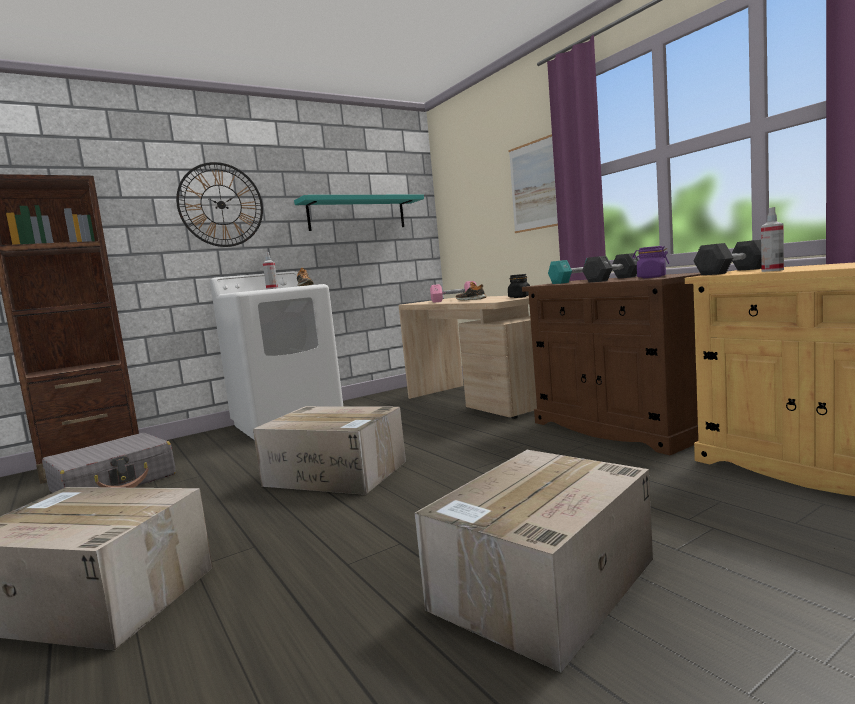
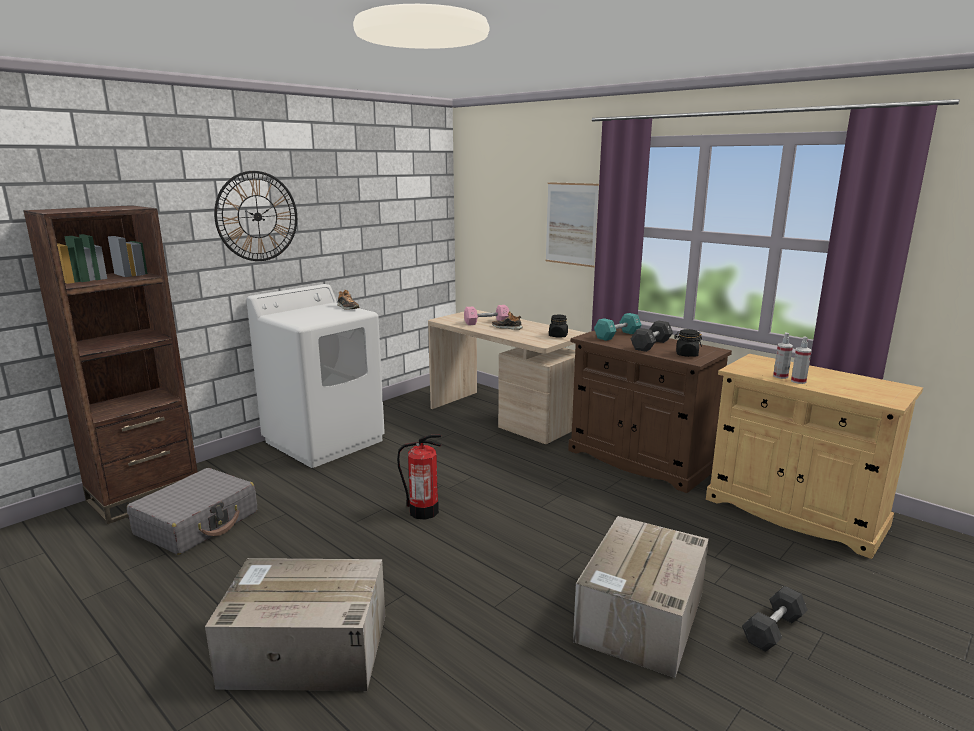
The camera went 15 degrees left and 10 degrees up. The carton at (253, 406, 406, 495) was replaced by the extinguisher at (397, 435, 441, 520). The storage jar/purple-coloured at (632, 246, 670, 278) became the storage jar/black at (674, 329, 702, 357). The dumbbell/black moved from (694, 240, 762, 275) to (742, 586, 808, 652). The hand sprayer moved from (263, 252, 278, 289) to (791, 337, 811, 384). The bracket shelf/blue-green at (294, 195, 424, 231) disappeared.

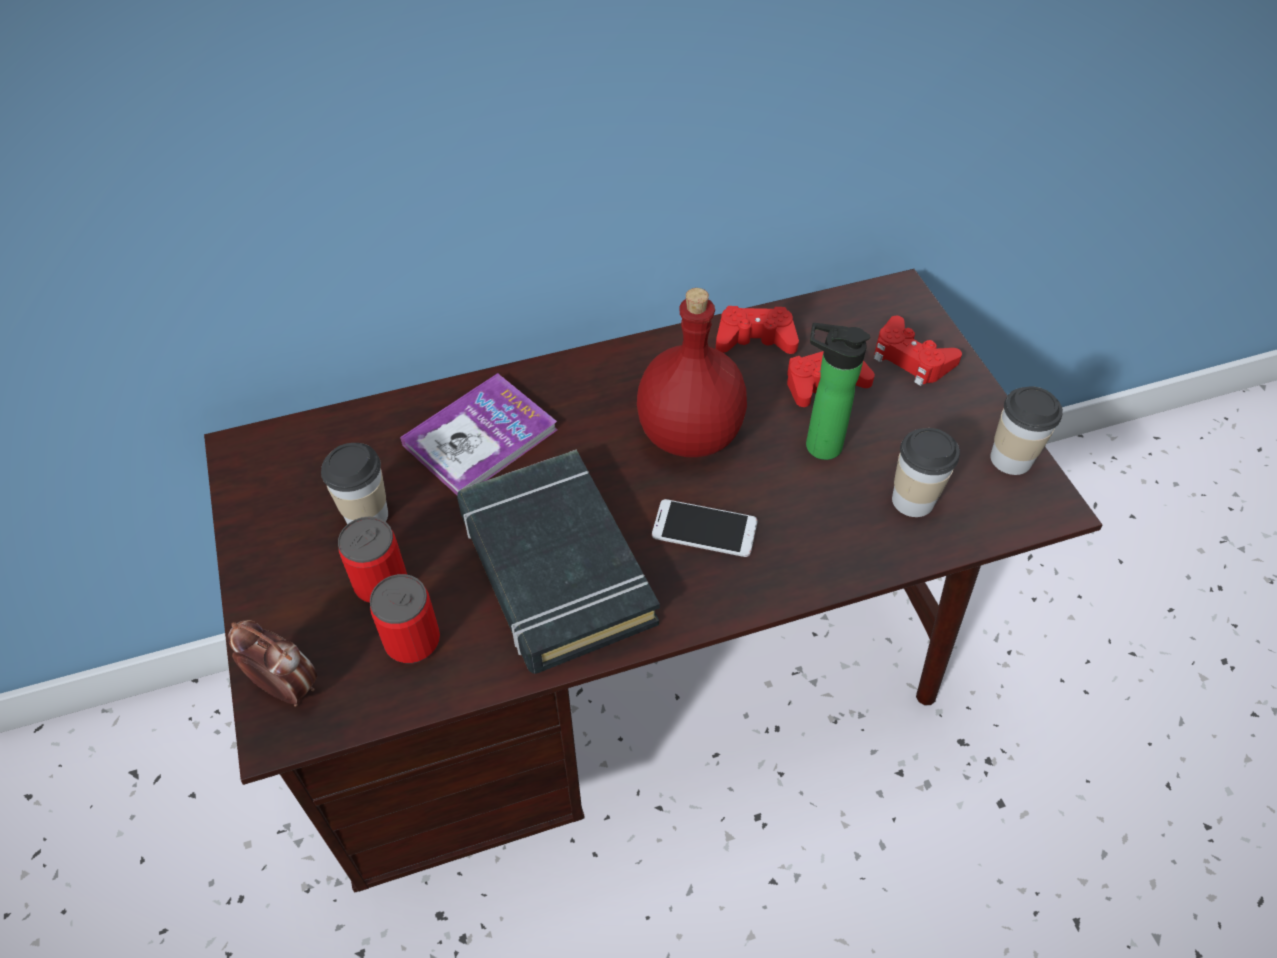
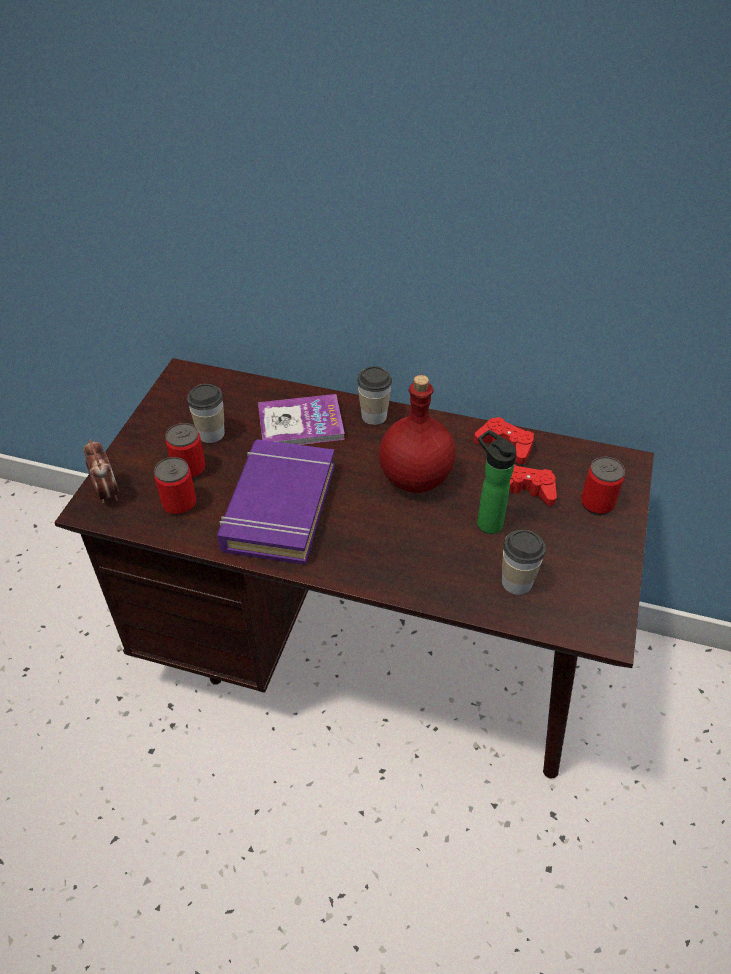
The camera went 35 degrees right and 5 degrees down. The book/black at (457, 450, 660, 674) became the book/purple-coloured at (217, 439, 335, 565). The cup moved from (990, 386, 1063, 475) to (357, 366, 392, 425). The joypad/red-coloured at (874, 316, 962, 386) was replaced by the sealed can at (581, 457, 625, 515). The phone at (652, 499, 758, 557) disappeared.

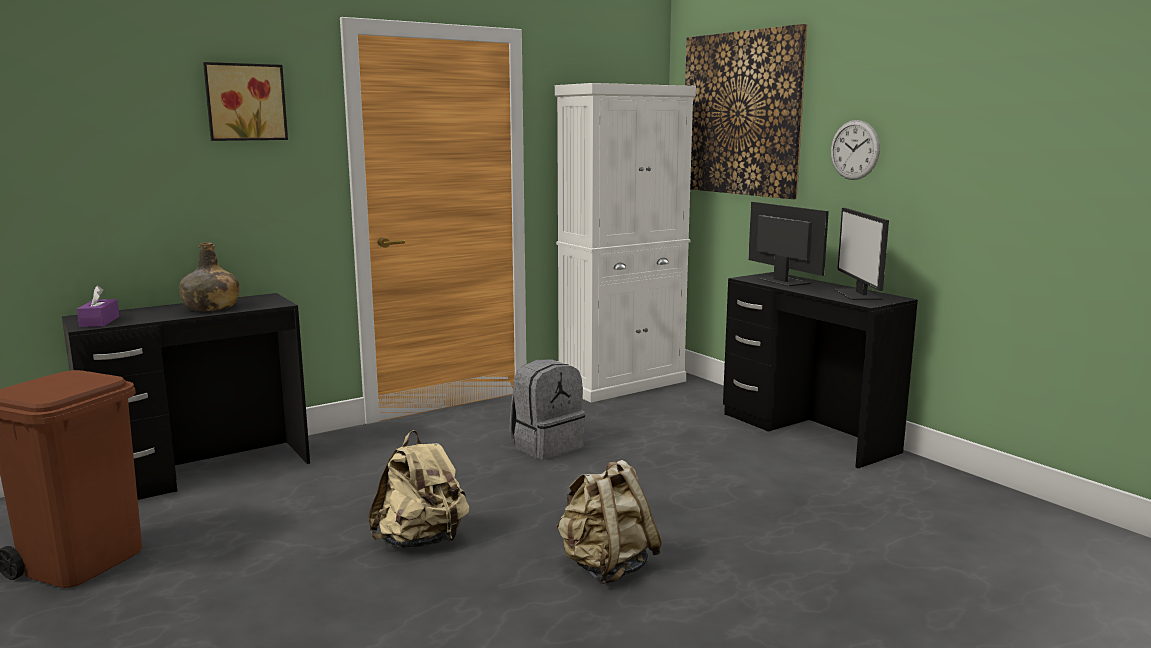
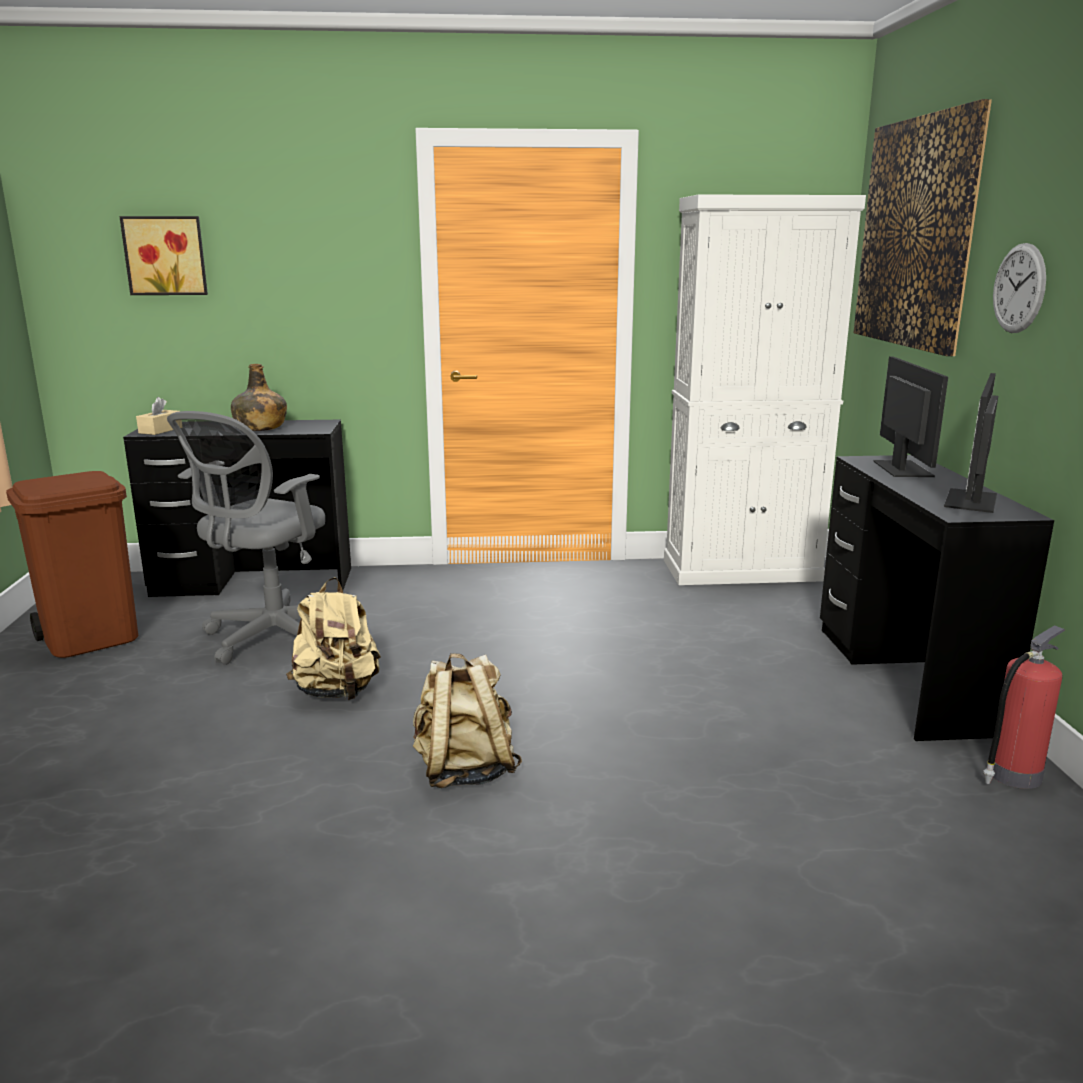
The camera went 30 degrees right and 5 degrees up. The wall art moved from (203, 62, 288, 141) to (119, 216, 208, 295). The box of tissues/purple-coloured at (77, 286, 120, 327) became the box of tissues/sand-coloured at (136, 397, 180, 435). The desk chair/gray at (167, 411, 325, 665) appeared. The extinguisher at (983, 625, 1065, 789) appeared. The rucksack/gray at (510, 359, 585, 459) disappeared.

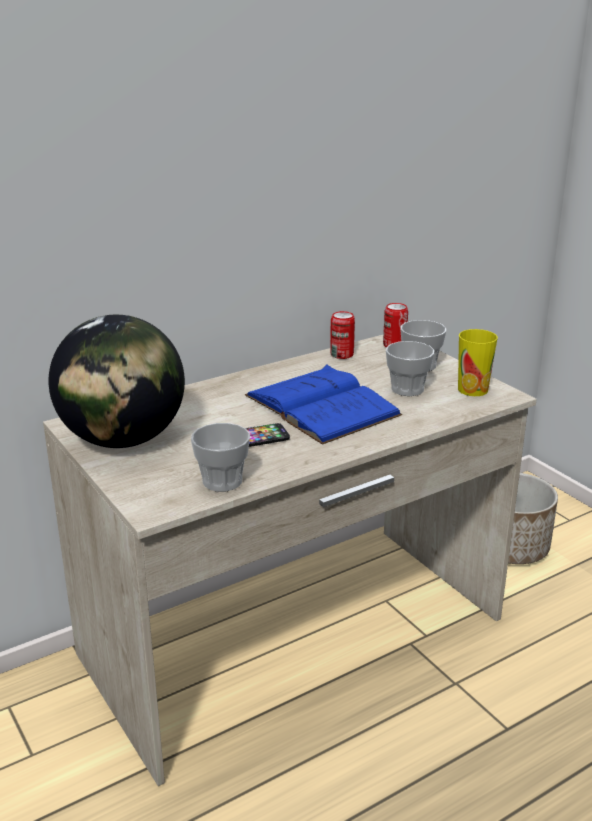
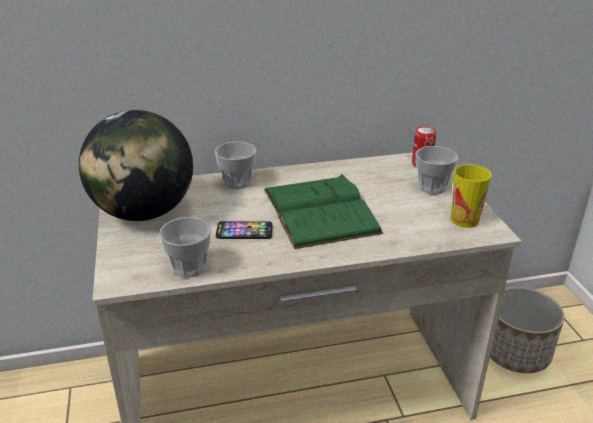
The camera went 20 degrees right and 5 degrees up. The cup moved from (386, 341, 434, 396) to (215, 142, 256, 189). The book/blue at (245, 364, 402, 445) became the book/green-coloured at (264, 174, 383, 249). The sealed can at (330, 311, 355, 359) disappeared.

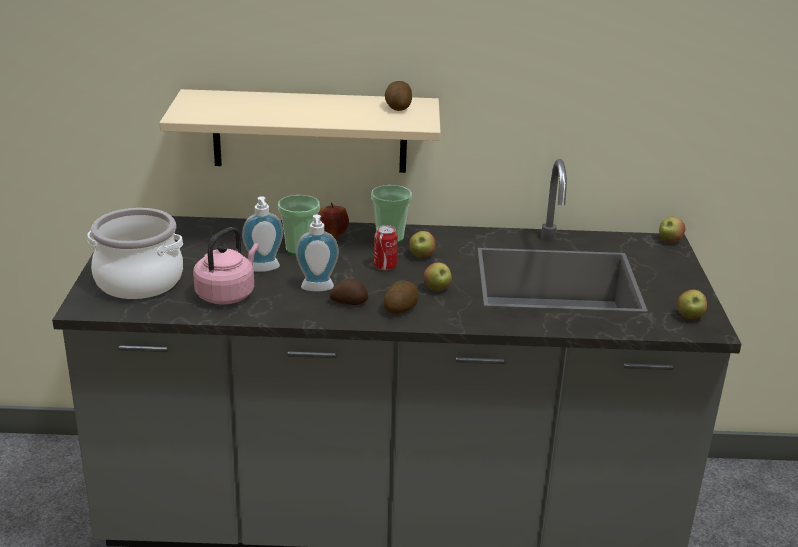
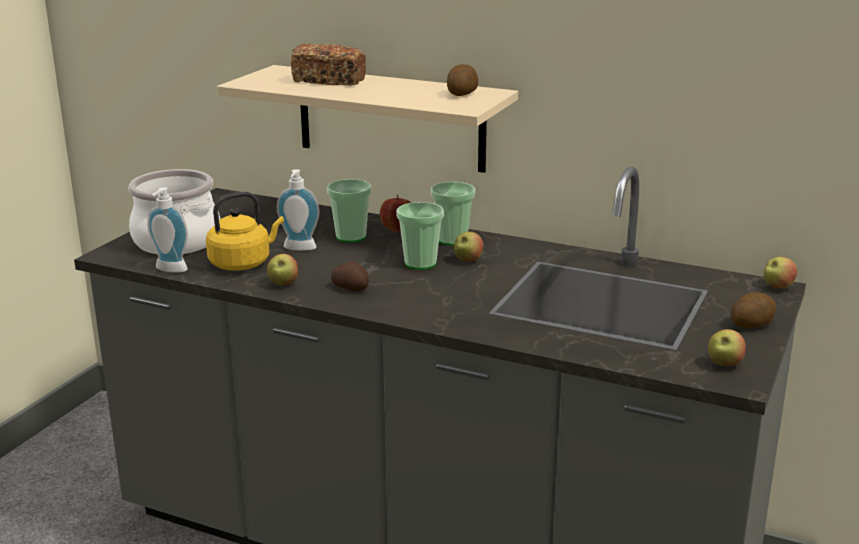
The camera went 25 degrees right and 5 degrees down. The soap bottle moved from (296, 214, 339, 292) to (147, 187, 188, 272). The tea kettle/pink-coloured at (193, 227, 259, 305) became the tea kettle/yellowish at (206, 192, 284, 271). The apple moved from (424, 262, 452, 292) to (267, 254, 298, 286). The baked bread at (291, 44, 366, 86) appeared. The sealed can at (374, 225, 398, 271) was replaced by the cup at (396, 202, 444, 270). The spud moved from (384, 281, 418, 314) to (731, 292, 776, 328).

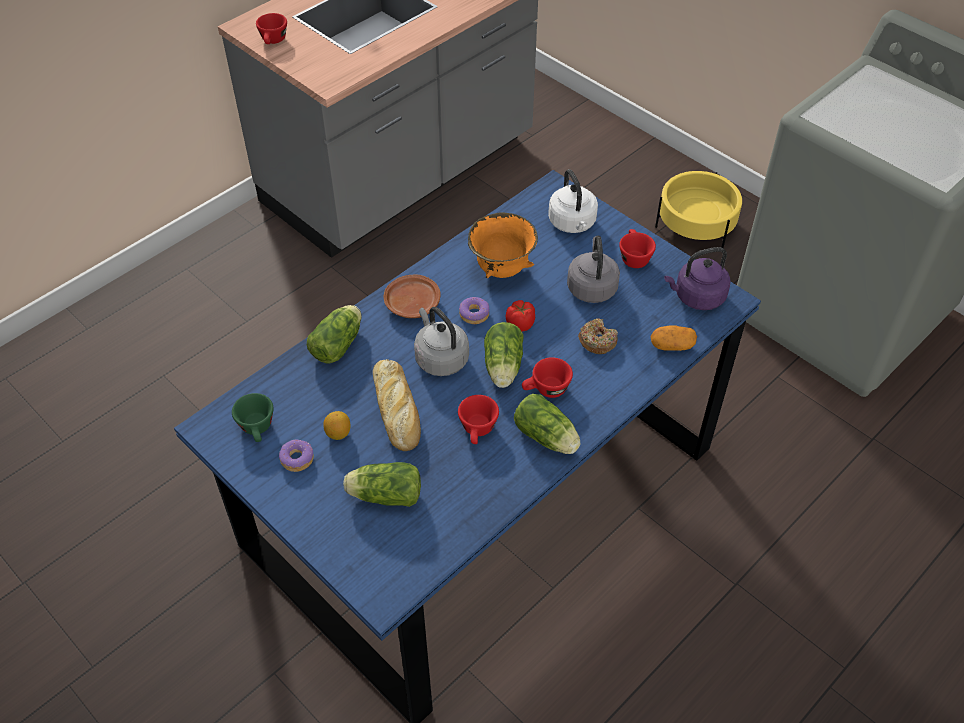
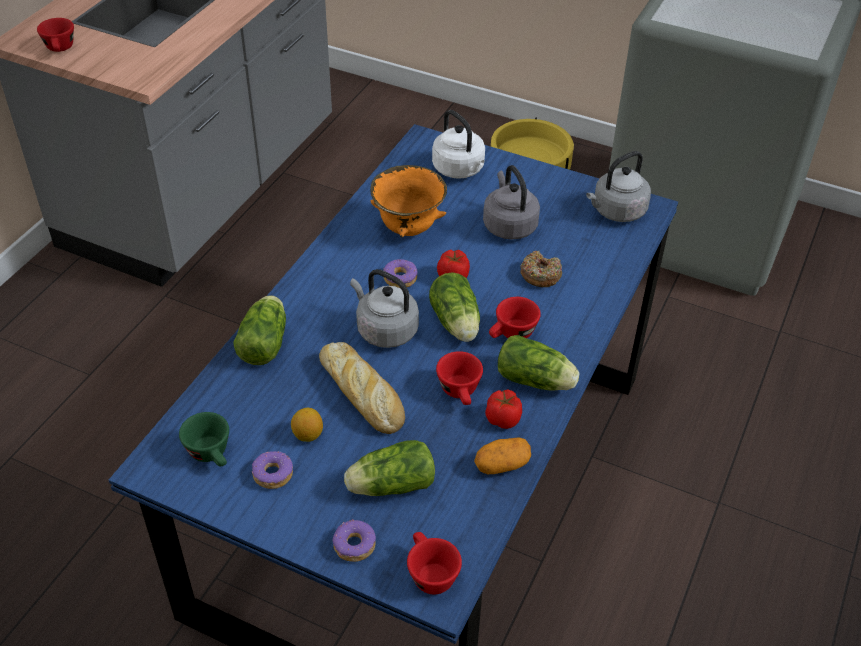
The camera went 20 degrees left and 5 degrees down. The donut at (332, 519, 376, 562) appeared. The cup/red-coloured moved from (619, 229, 656, 268) to (407, 532, 462, 594). The spud moved from (650, 325, 697, 351) to (474, 437, 531, 474). The fresh tomato at (485, 389, 522, 429) appeared. The tea kettle/purple-coloured at (664, 247, 730, 310) became the tea kettle/gray at (586, 151, 651, 222). The flat dish/brownish at (384, 275, 441, 318) disappeared.

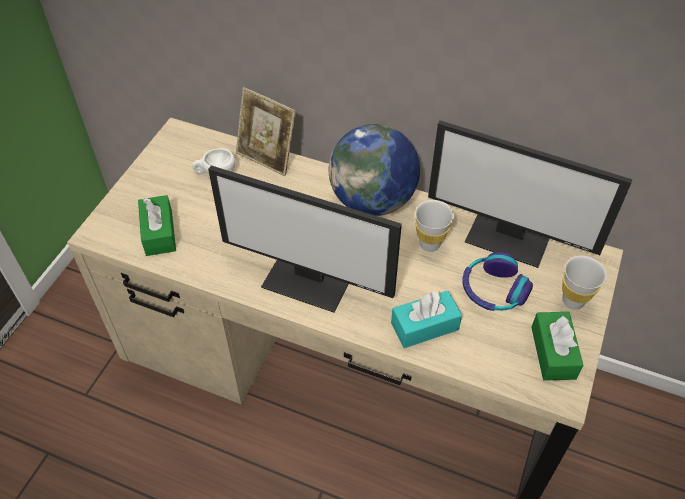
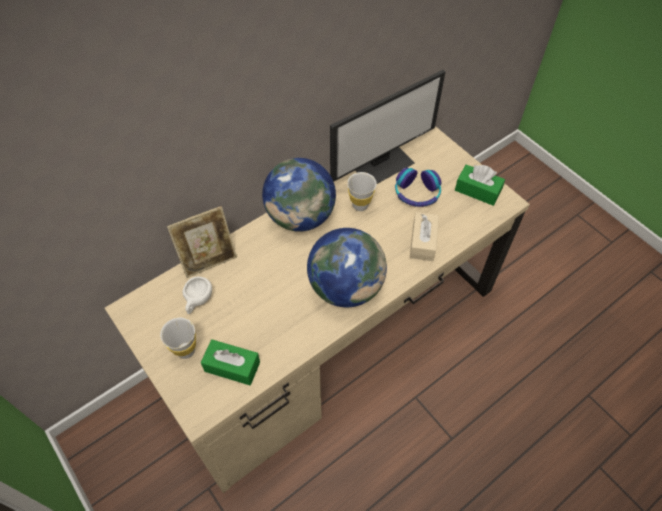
The camera went 60 degrees left and 5 degrees up. The cup/white-coloured moved from (562, 256, 607, 309) to (160, 318, 196, 359). The computer screen at (208, 165, 402, 313) was replaced by the world globe at (307, 228, 387, 307). The box of tissues/blue-green at (391, 291, 462, 348) became the box of tissues/sand-coloured at (410, 212, 439, 261).

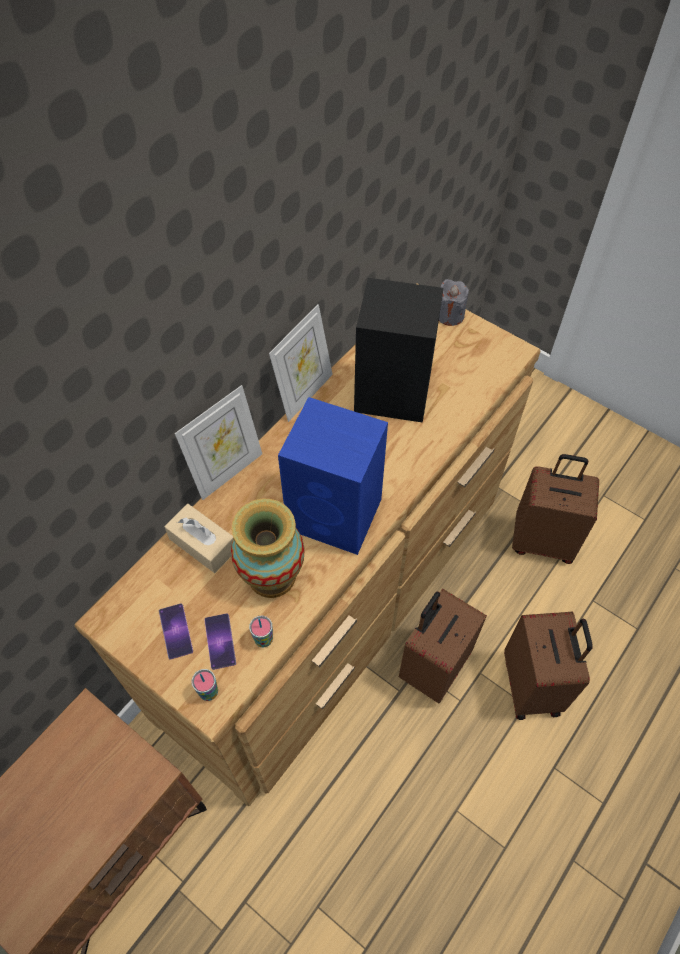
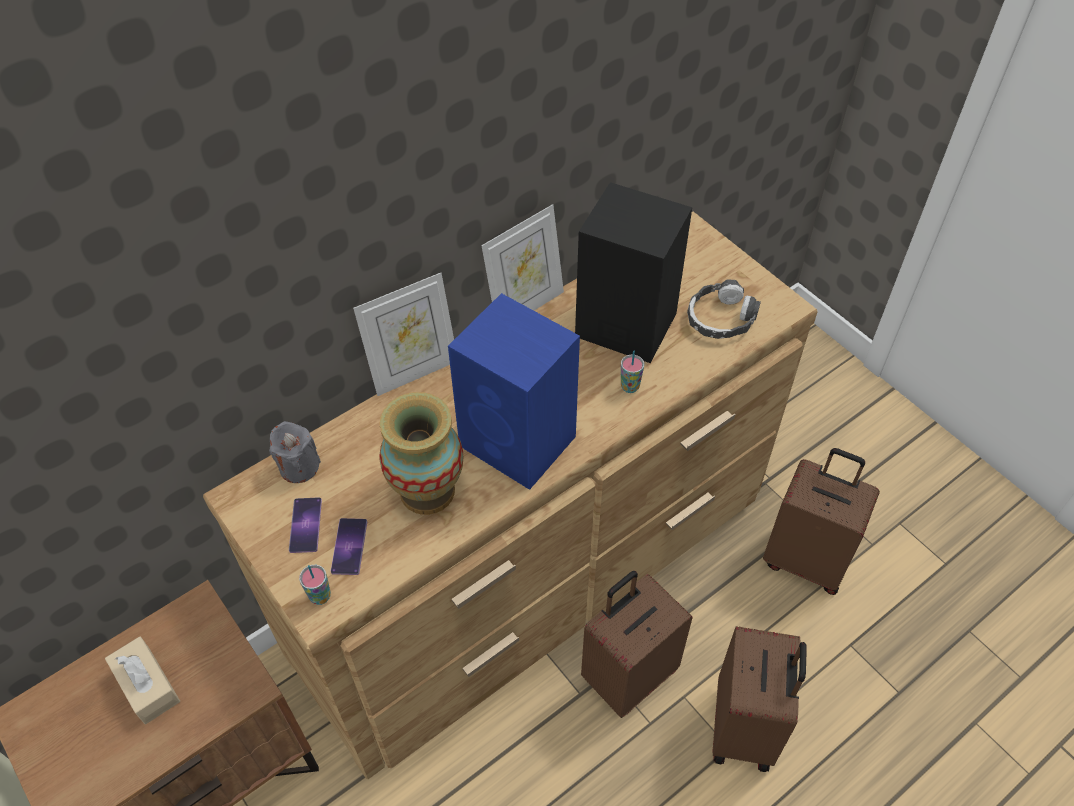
The camera went 15 degrees right and 5 degrees down. The box of tissues/sand-coloured moved from (165, 504, 233, 573) to (105, 636, 180, 724). The wax candle/gray moved from (439, 279, 469, 326) to (269, 421, 321, 483). The cup moved from (249, 616, 273, 648) to (621, 351, 644, 393). The headset at (687, 279, 761, 339) appeared.

